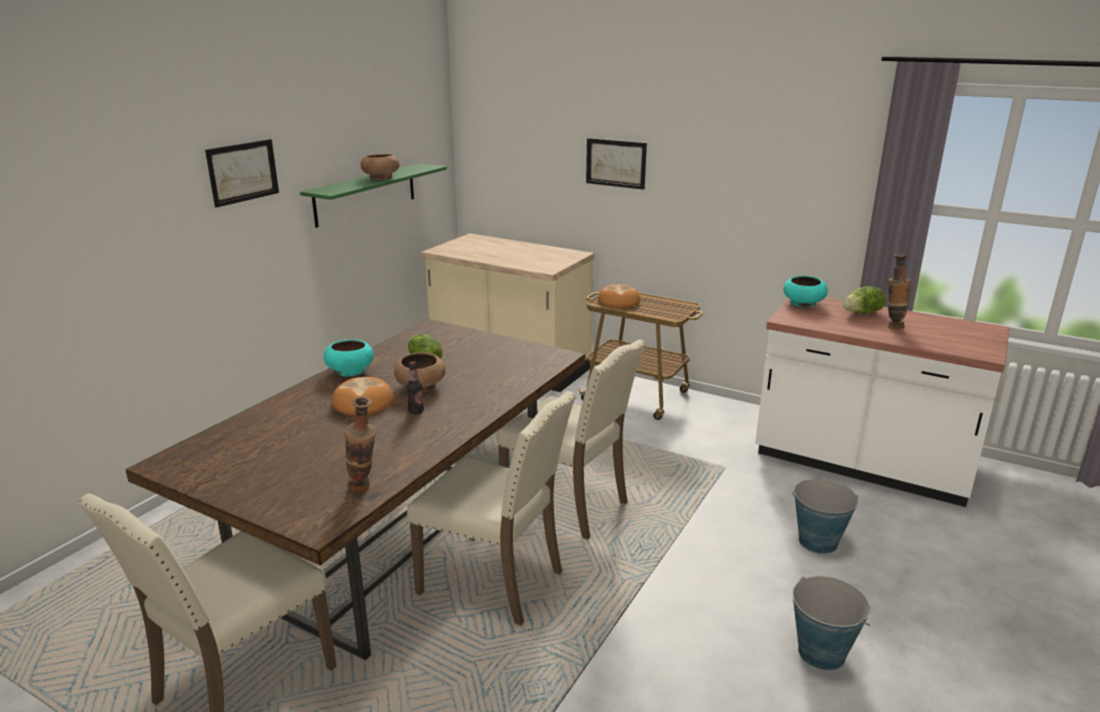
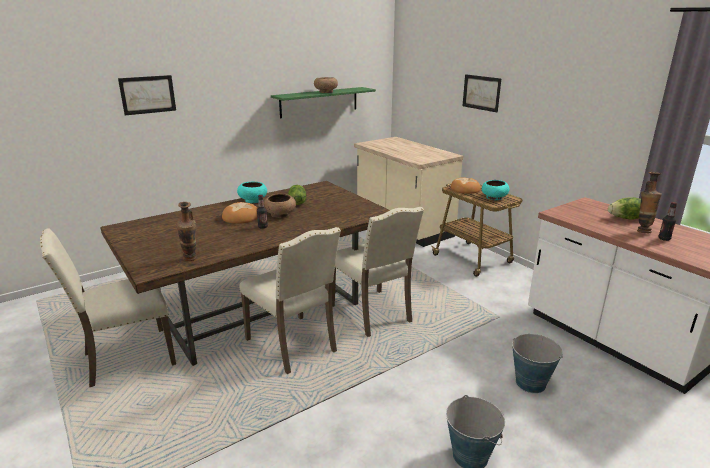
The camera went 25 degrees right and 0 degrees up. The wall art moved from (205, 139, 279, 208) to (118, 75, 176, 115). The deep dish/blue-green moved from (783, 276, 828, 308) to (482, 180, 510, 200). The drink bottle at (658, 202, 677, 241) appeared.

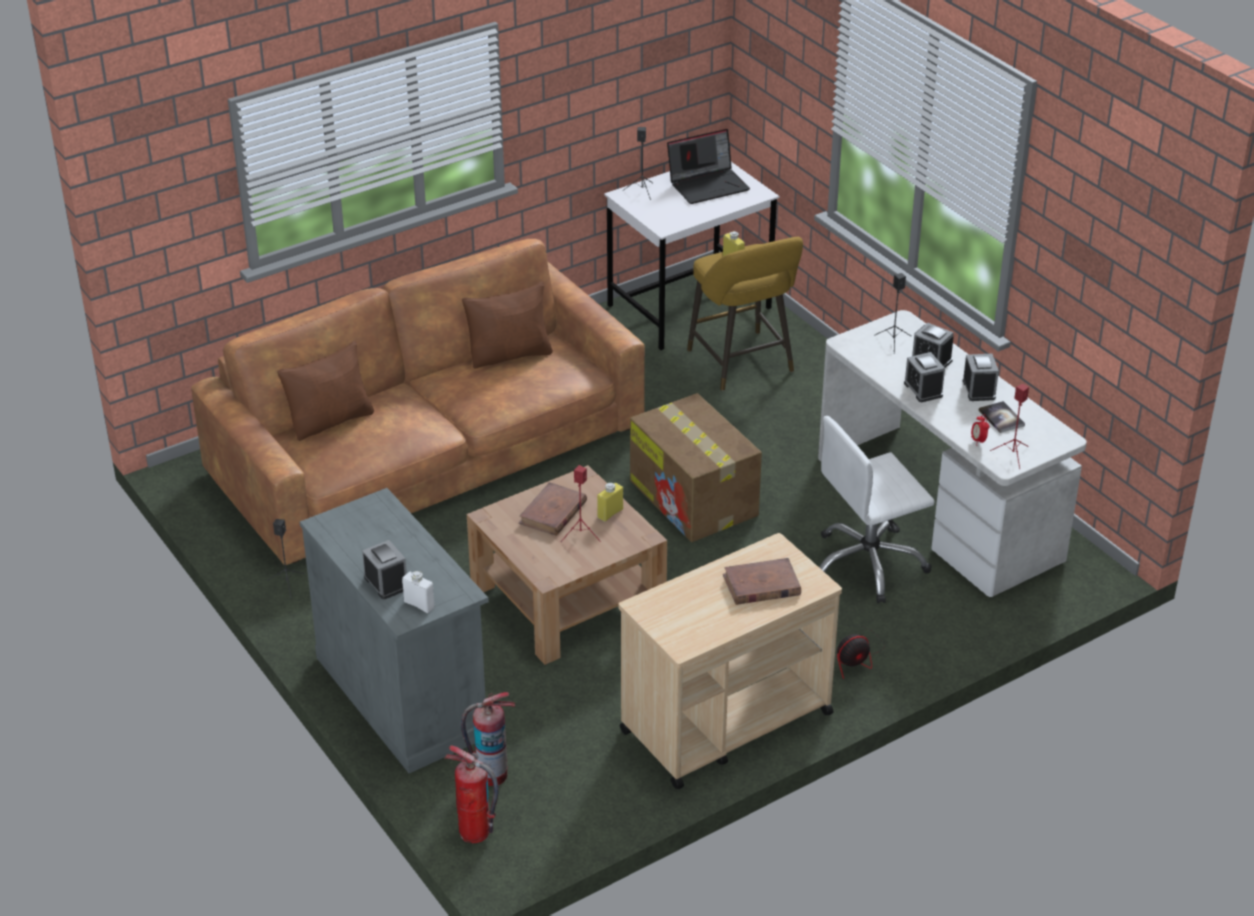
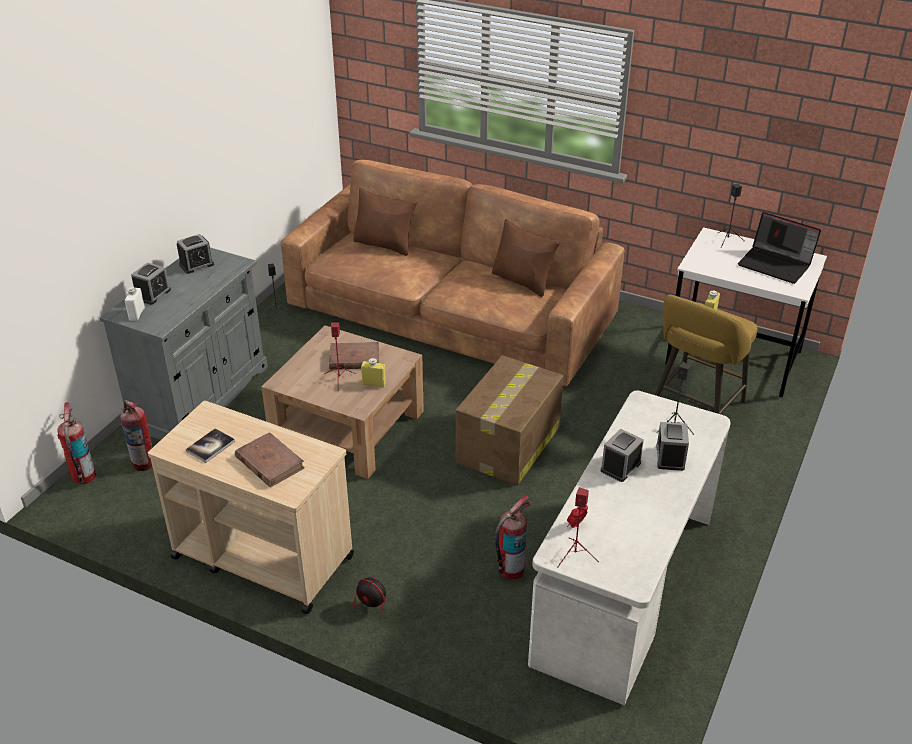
The camera went 60 degrees right and 0 degrees up. The alarm clock moved from (963, 354, 999, 401) to (177, 234, 214, 274). The book moved from (978, 401, 1025, 433) to (186, 428, 235, 463). The desk chair/white-coloured at (819, 416, 935, 603) was replaced by the extinguisher at (495, 495, 532, 580).

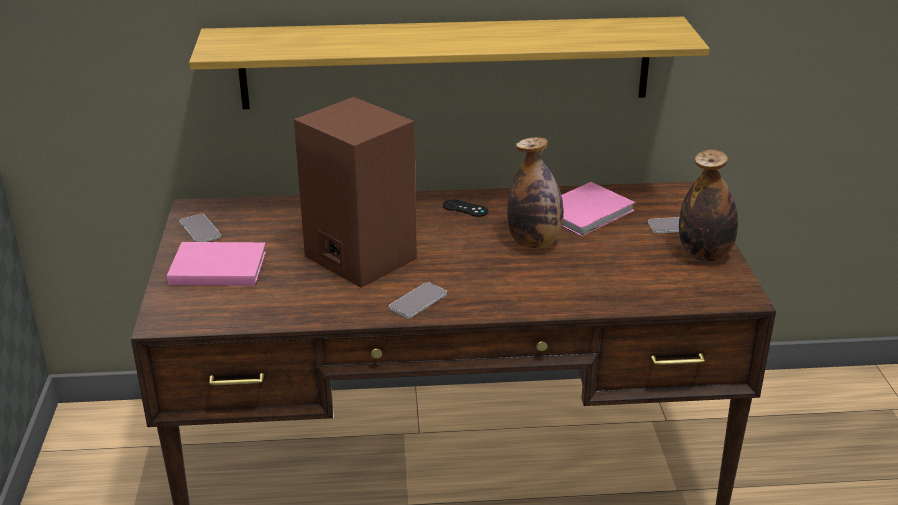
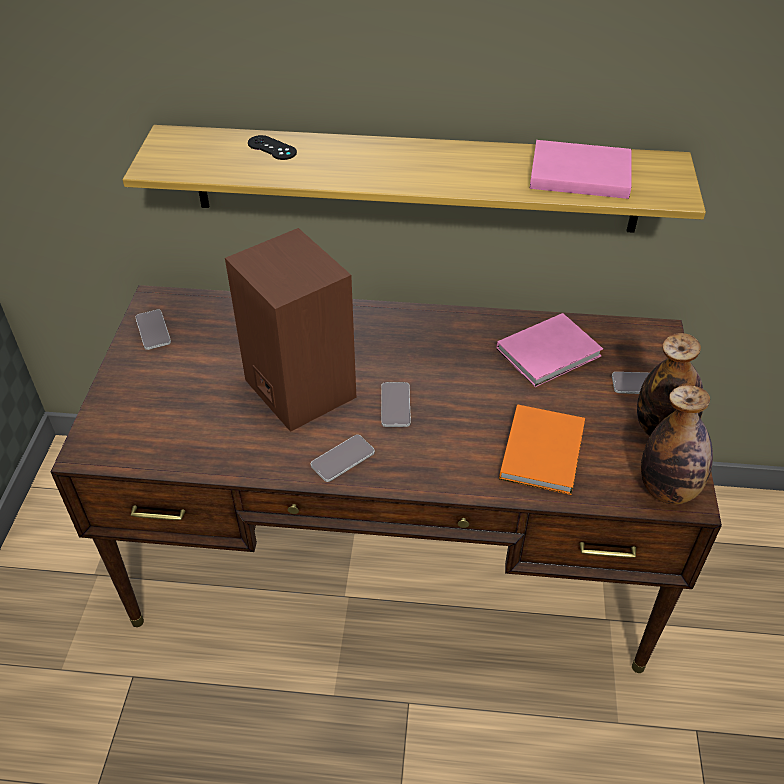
The camera went 10 degrees right and 15 degrees up. The joypad/black moved from (443, 200, 488, 217) to (248, 135, 297, 160). The phone at (381, 382, 411, 427) appeared. The book/orange-coloured at (499, 404, 585, 495) appeared. The book/pink-coloured moved from (167, 242, 266, 286) to (530, 140, 631, 199). The drink bottle moved from (507, 137, 564, 249) to (641, 385, 713, 505).

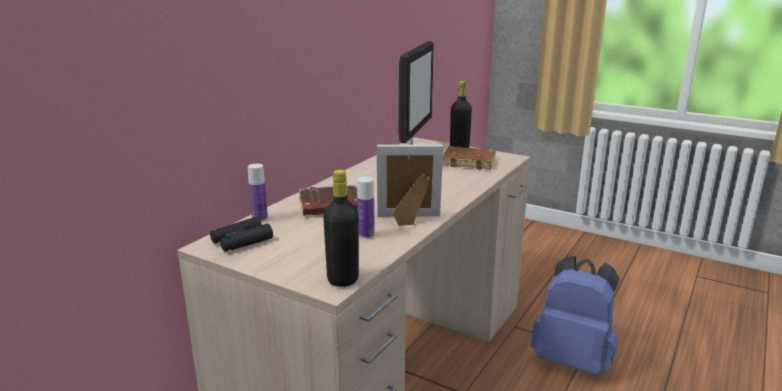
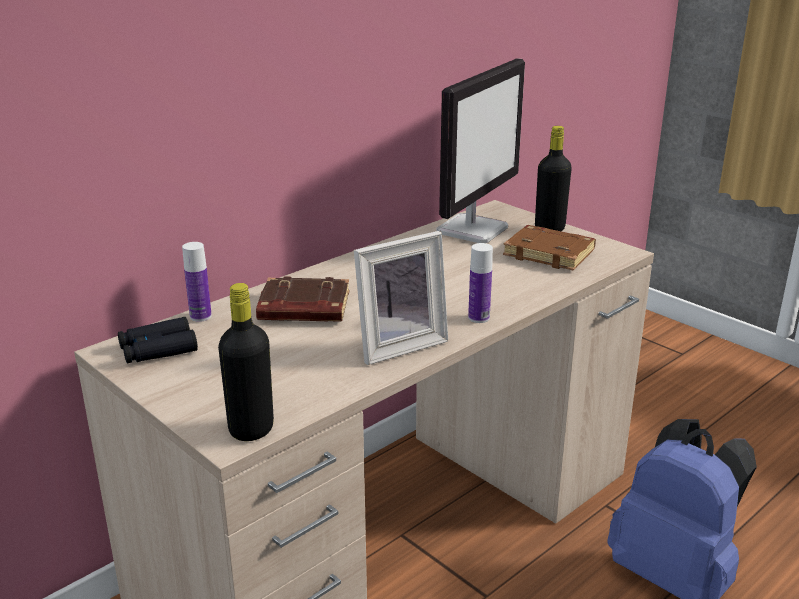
The camera went 15 degrees right and 5 degrees up. The standing frame at (377, 145, 443, 226) turned 135 degrees clockwise. The drink bottle moved from (357, 177, 375, 239) to (468, 243, 493, 323).

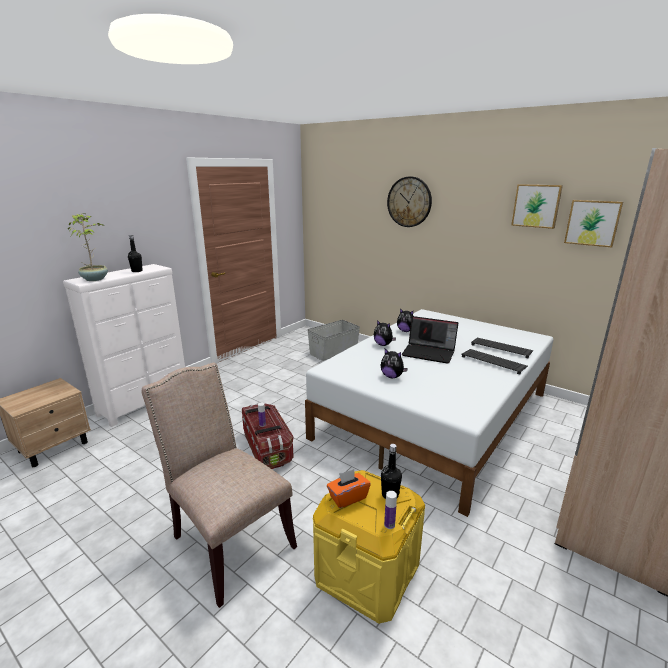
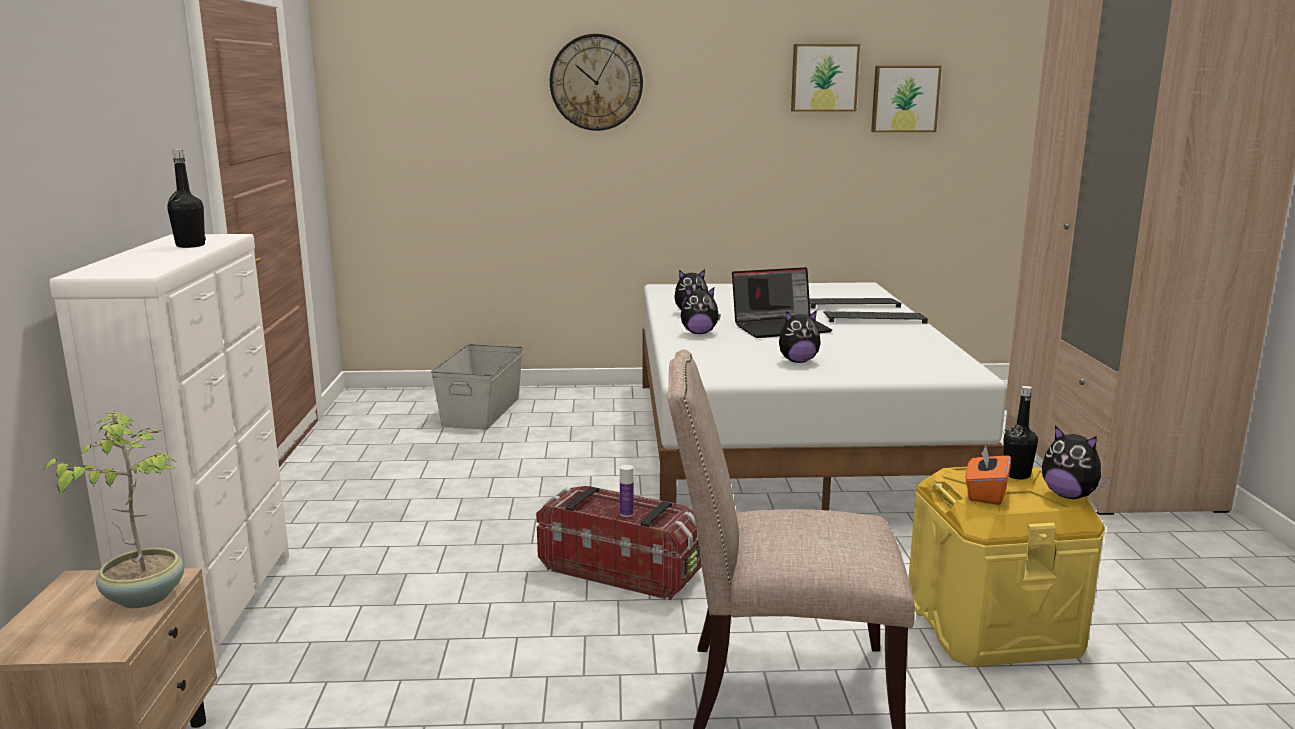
The camera went 40 degrees left and 5 degrees down. The plant in a pot moved from (68, 213, 108, 281) to (41, 411, 184, 608). The drink bottle at (384, 491, 397, 529) was replaced by the plush toy at (1042, 425, 1111, 499).

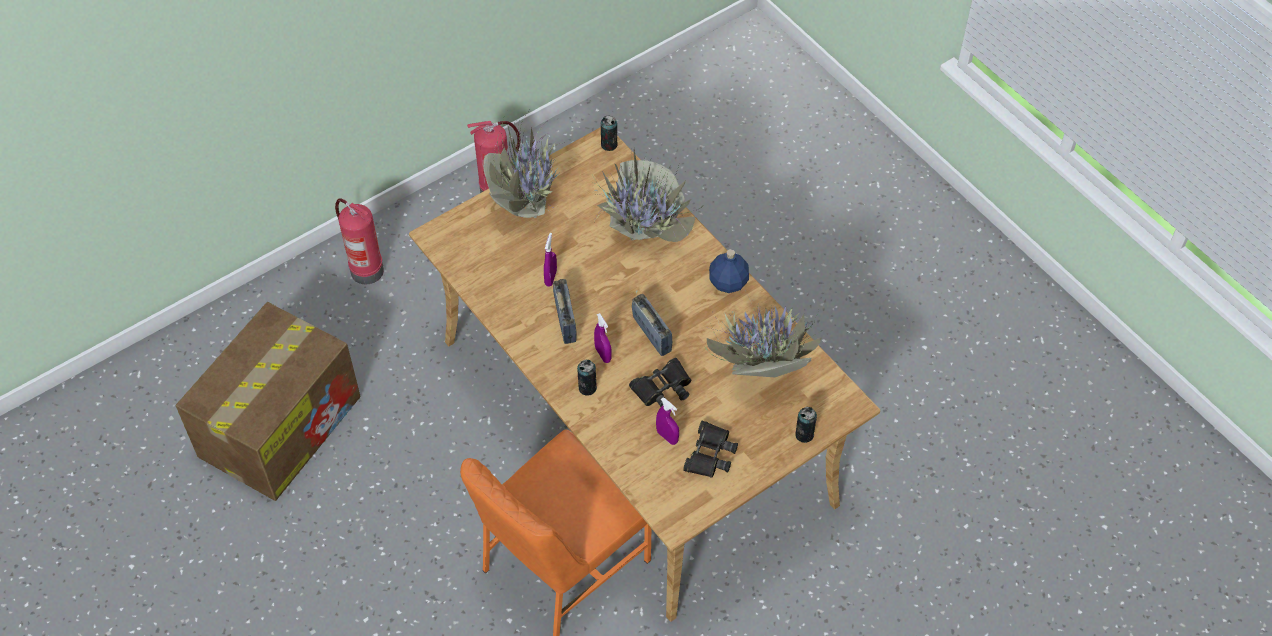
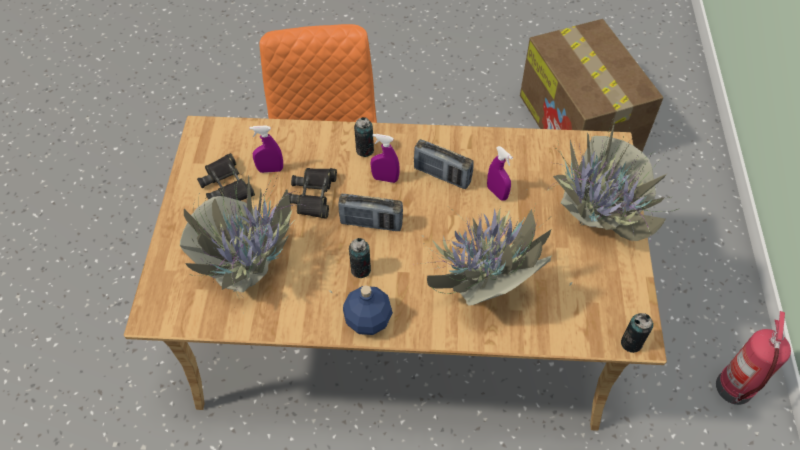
The camera went 130 degrees right and 0 degrees up. The sealed can moved from (795, 407, 817, 443) to (349, 238, 371, 278). The extinguisher at (335, 198, 384, 284) disappeared.

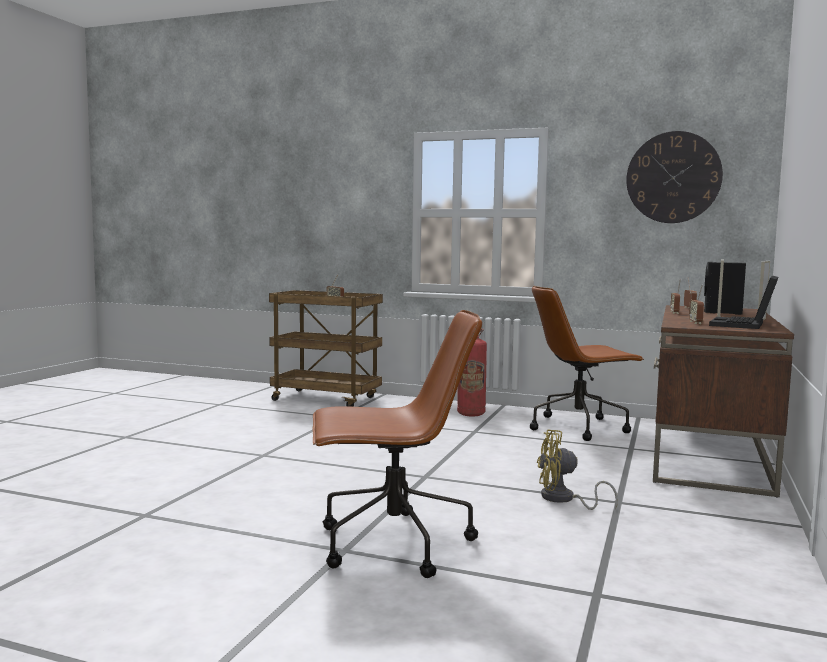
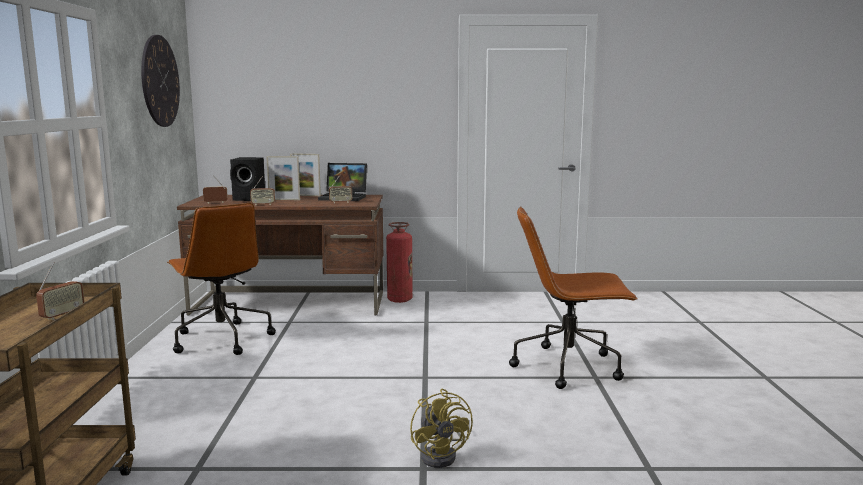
The camera went 110 degrees left and 5 degrees up. The extinguisher moved from (457, 328, 487, 416) to (386, 222, 413, 303). The electric fan/yellowish moved from (537, 429, 618, 510) to (410, 388, 473, 468). The desk chair/brownish at (313, 310, 482, 578) turned 60 degrees counterclockwise.

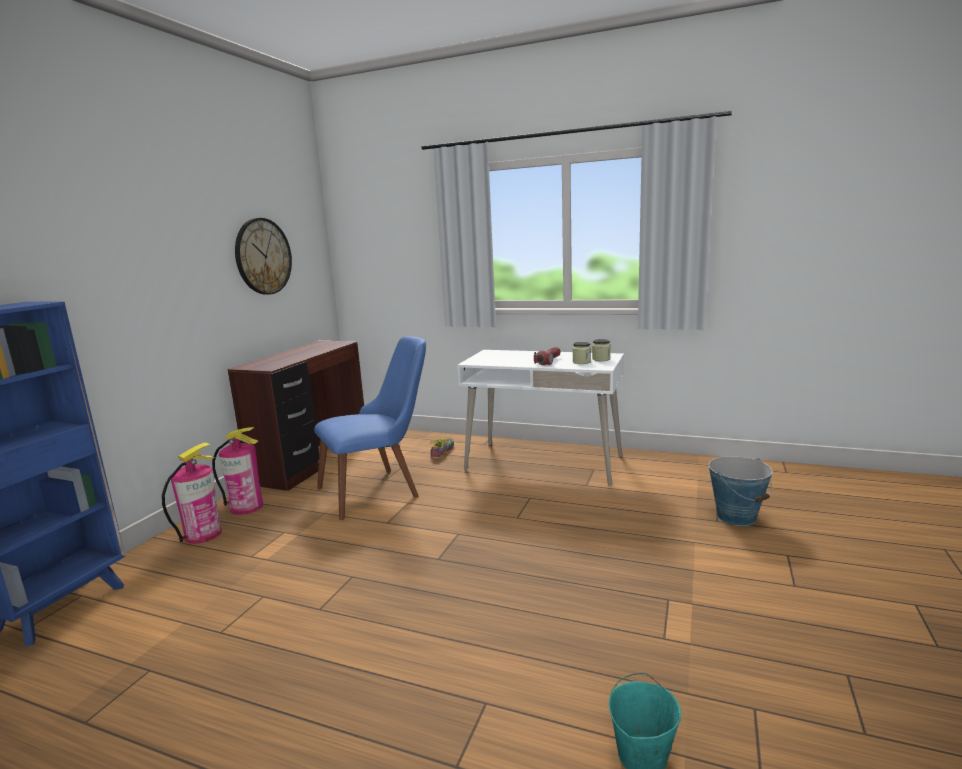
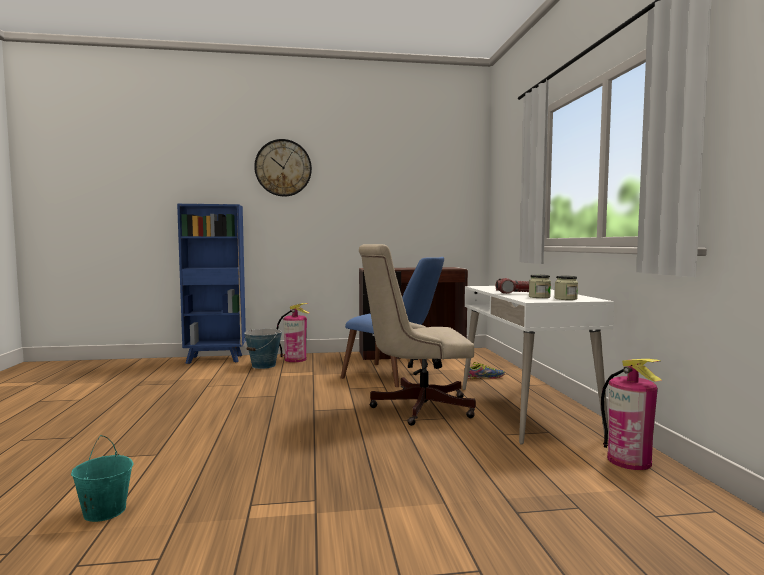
The camera went 60 degrees right and 10 degrees down. The water bucket moved from (708, 456, 773, 526) to (244, 329, 282, 369). The clock on the wall moved from (235, 218, 292, 295) to (254, 139, 312, 196). The desk chair/sand-coloured at (359, 244, 476, 426) appeared. The extinguisher moved from (212, 427, 263, 515) to (601, 359, 662, 470).

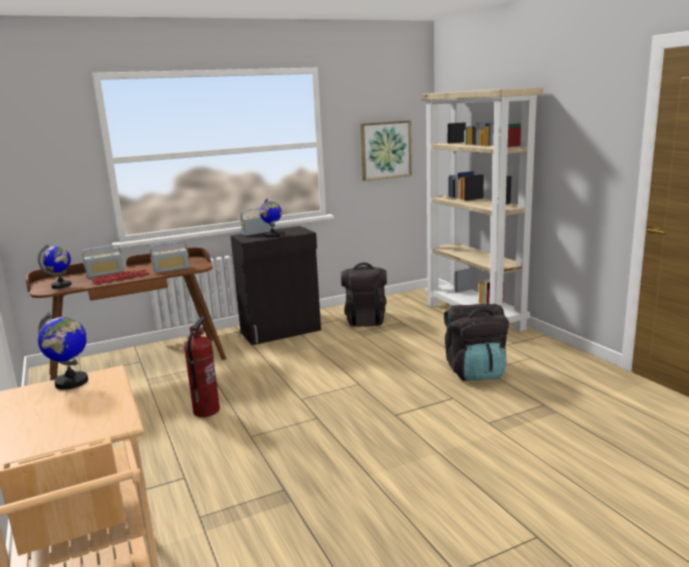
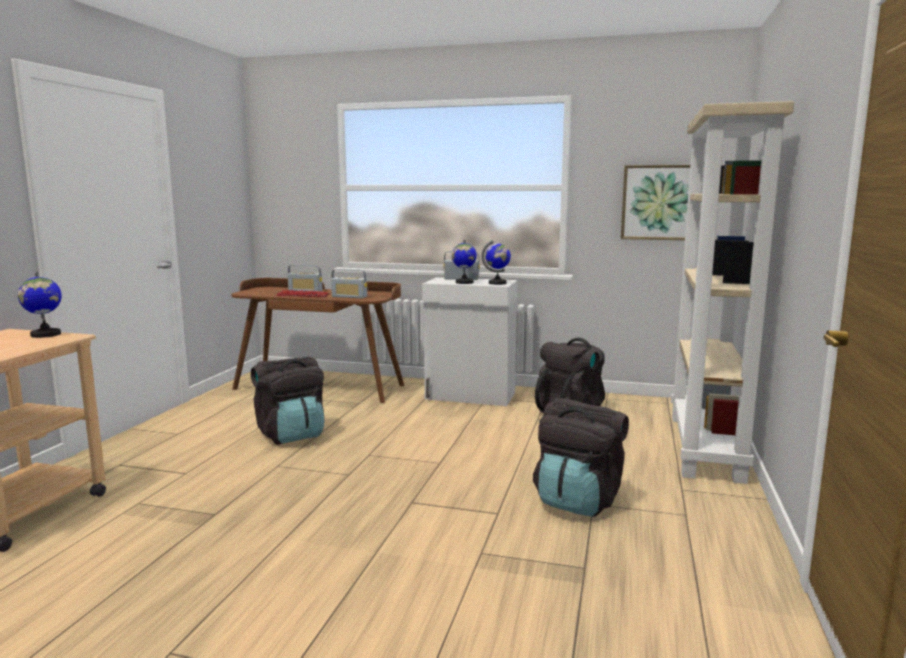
The camera went 40 degrees right and 5 degrees down. The extinguisher at (184, 317, 220, 417) was replaced by the rucksack/black at (251, 357, 324, 445). The cabinet/black at (230, 226, 321, 345) became the cabinet/white-coloured at (422, 277, 517, 406). The world globe moved from (38, 244, 71, 289) to (481, 240, 511, 285).

